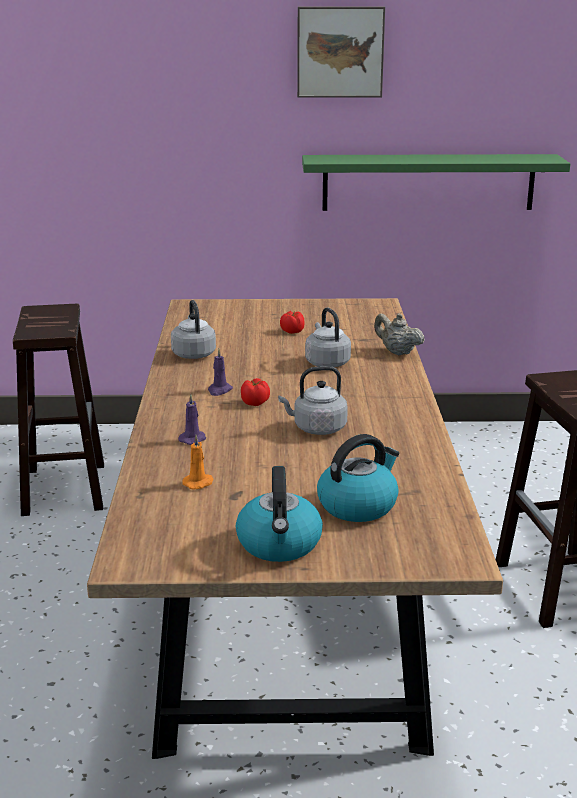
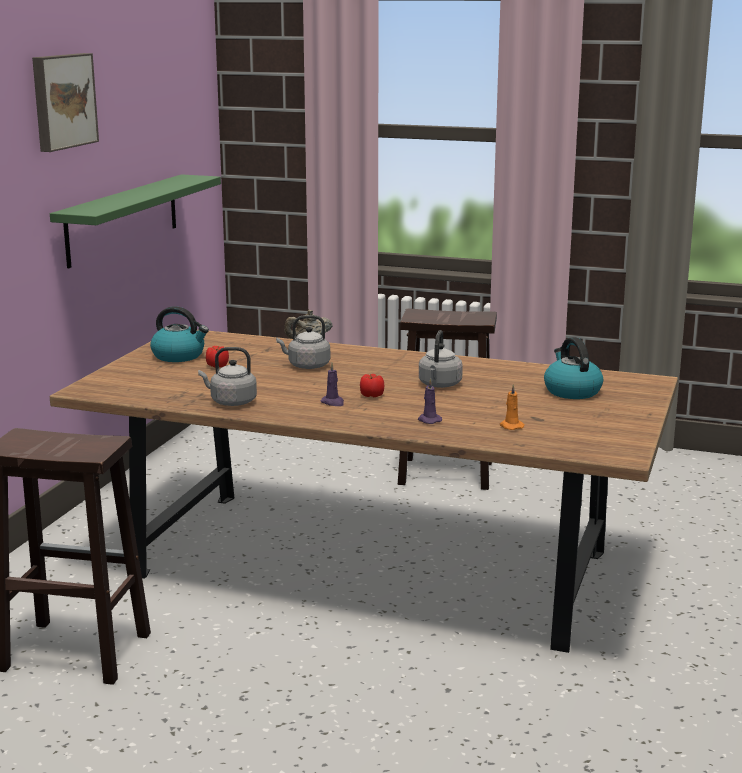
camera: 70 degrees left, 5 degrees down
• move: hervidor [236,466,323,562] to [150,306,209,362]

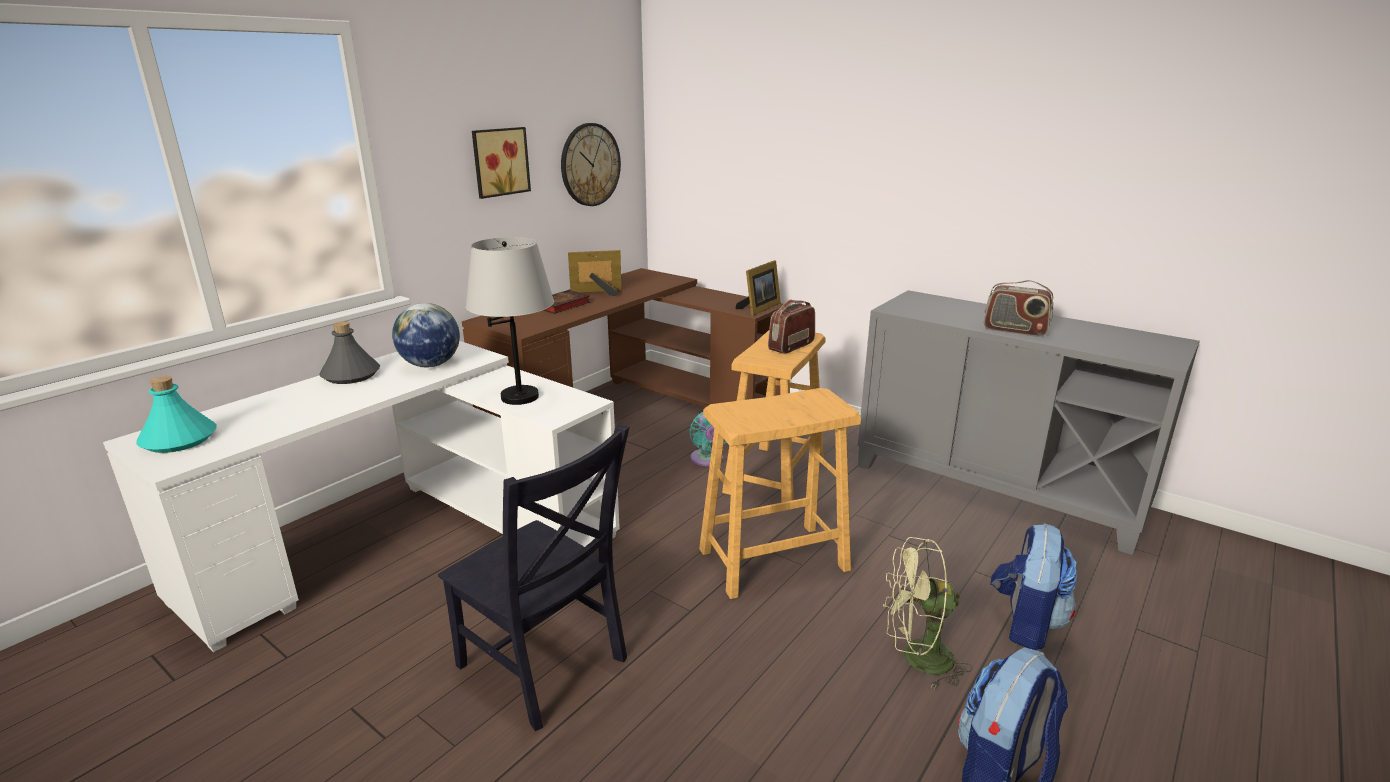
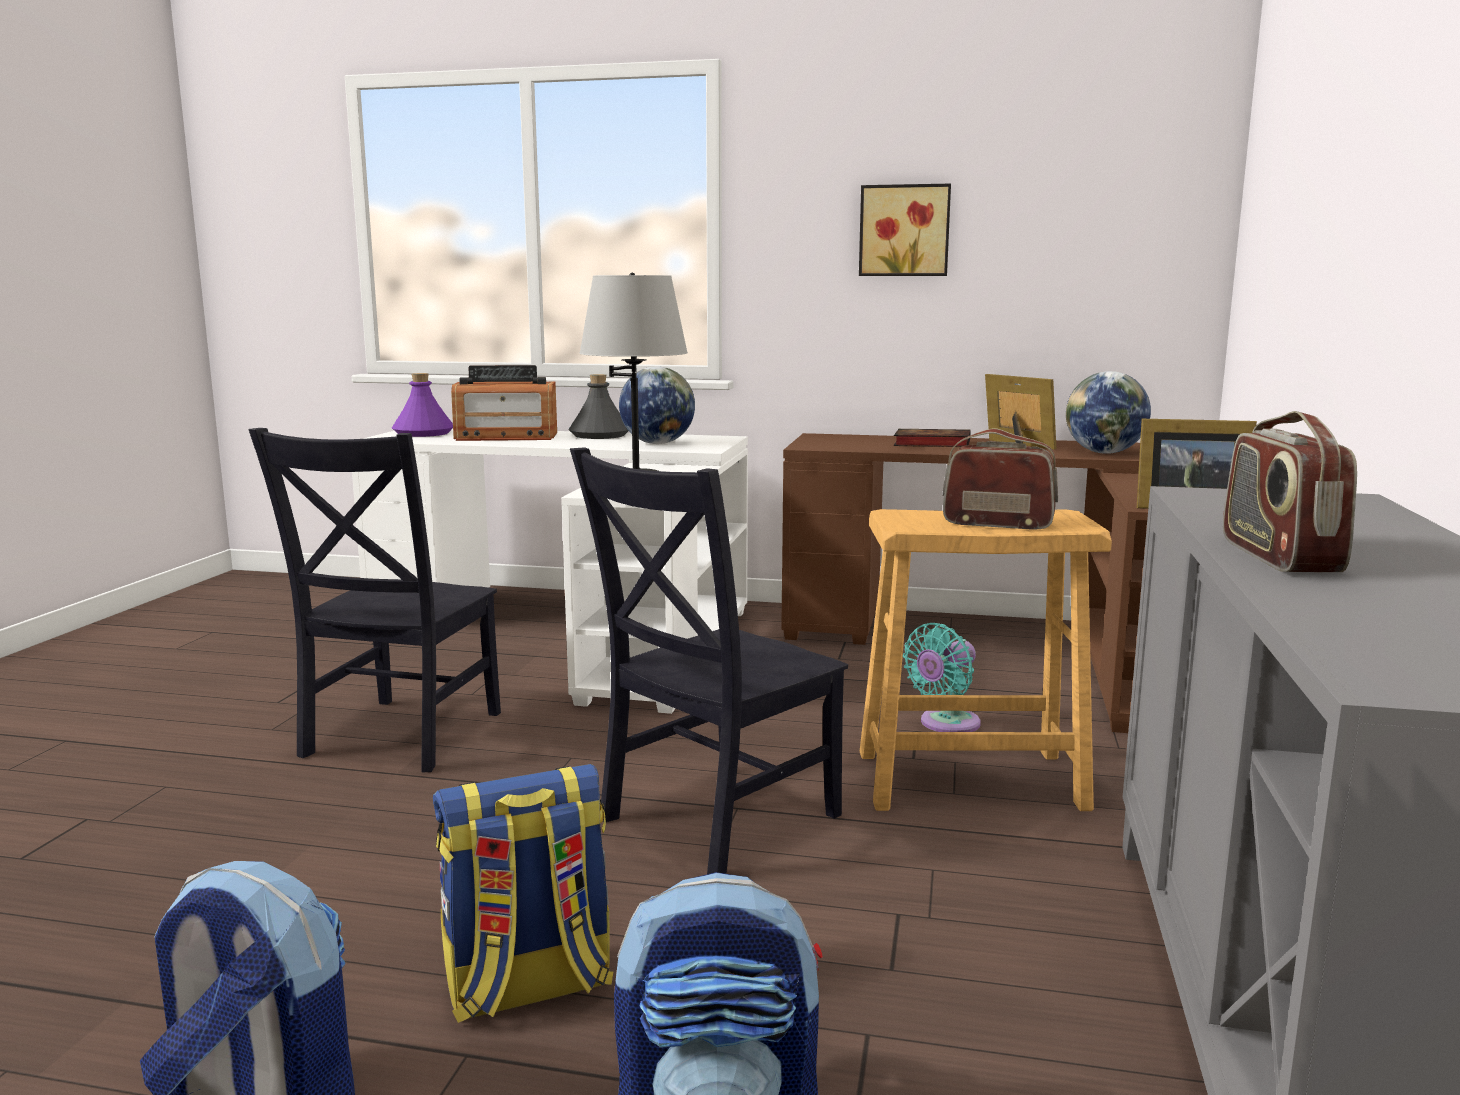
camera: 65 degrees right, 10 degrees down
• delete: reloj de pared [561,123,621,206]
• recolor: botella [turquesa] [136,376,216,453] to botella [morado] [392,373,453,437]
• replace: taburete [beis] [699,388,861,599] to silla [negro] [570,447,848,874]
• replace: ventilador [verde] [883,537,972,690] to mochila [433,764,613,1023]
• insert: radio [451,365,557,441]
• insert: globo terráqueo [1066,371,1151,454]

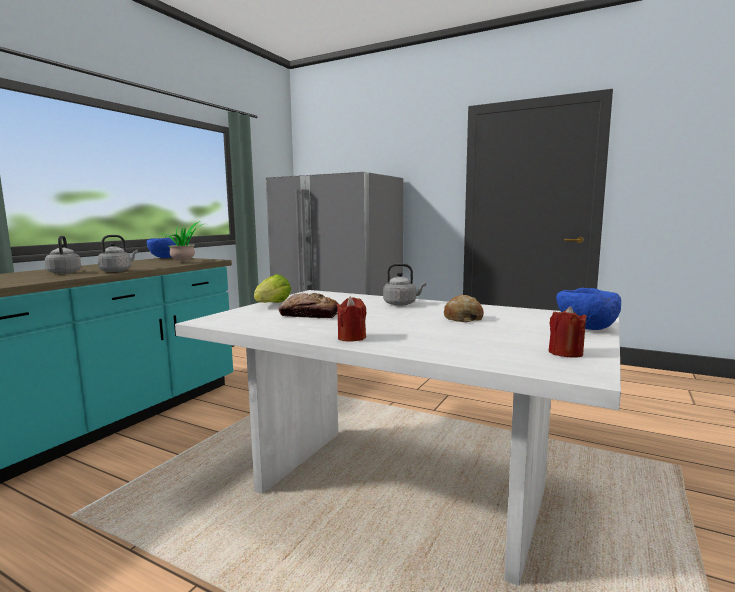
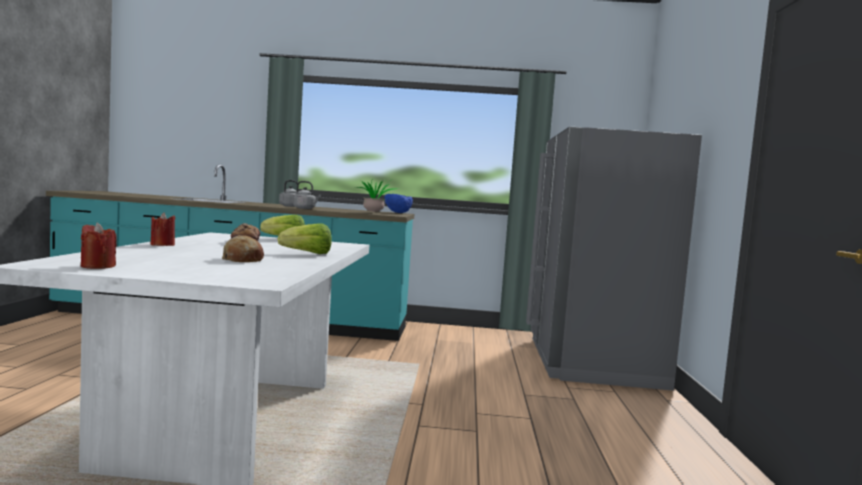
camera: 65 degrees right, 5 degrees down
• replace: hervidor [gris] [383,264,426,306] to lechuga [278,223,332,254]
• delete: cuenco [azul] [556,288,621,330]

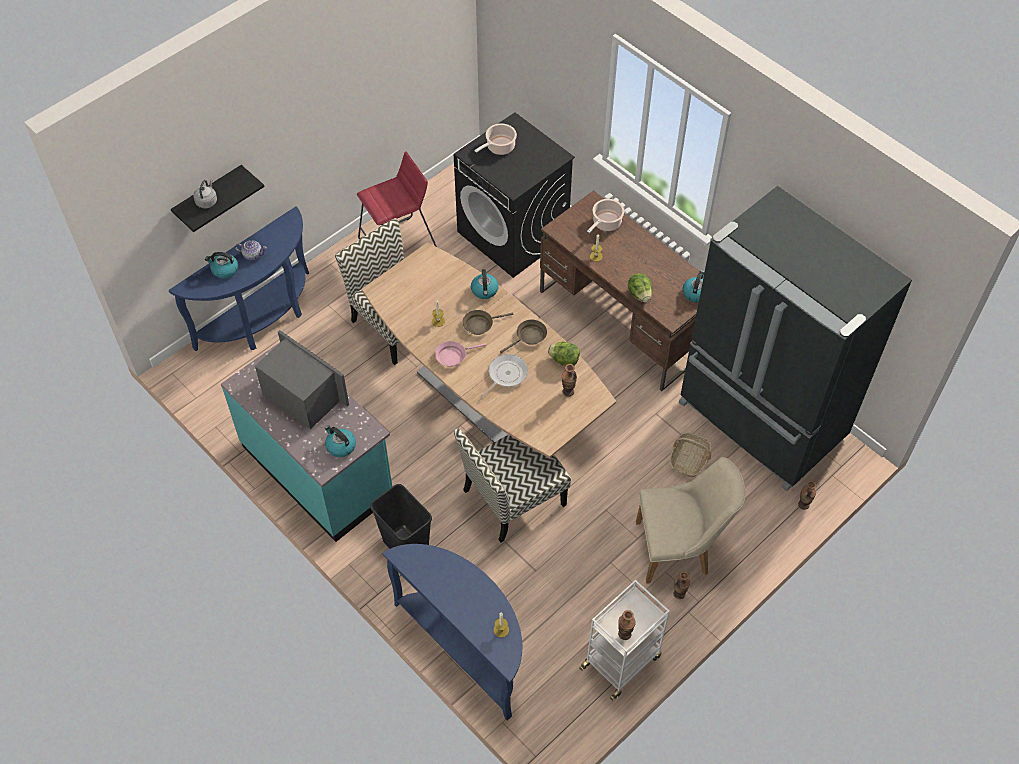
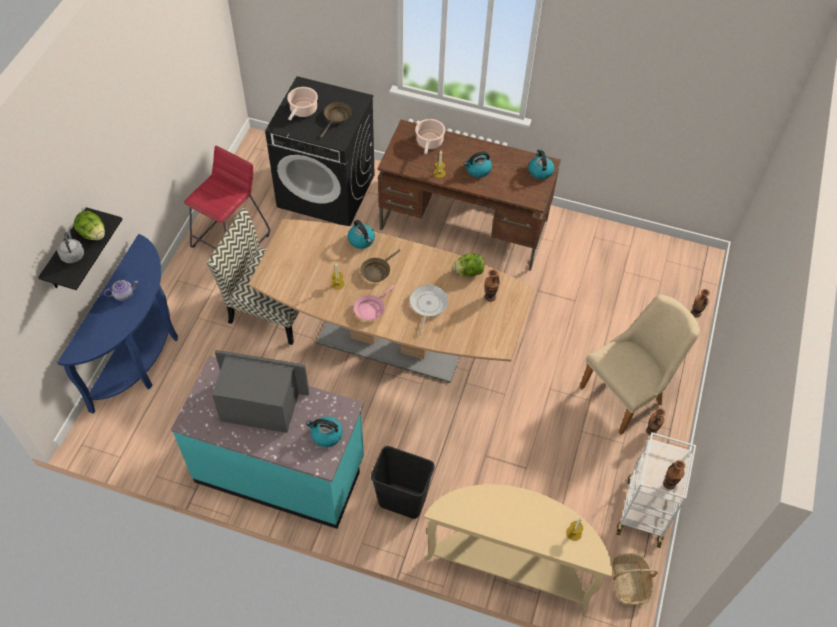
camera: 30 degrees left, 0 degrees up
• delete: nevera [negro] [679,186,912,491]
• move: hervidor [205,252,238,278] to [464,151,492,178]
• move: lechuga [628,273,653,303] to [74,210,105,240]
• move: sartén [marrón] [500,320,547,353] to [320,102,352,138]
• delete: silla [454,428,571,543]
• move: cesta [670,432,712,477] to [611,553,658,605]
• recolor: mesa consola [azul] [382,544,522,720] to mesa consola [beis] [424,484,612,612]

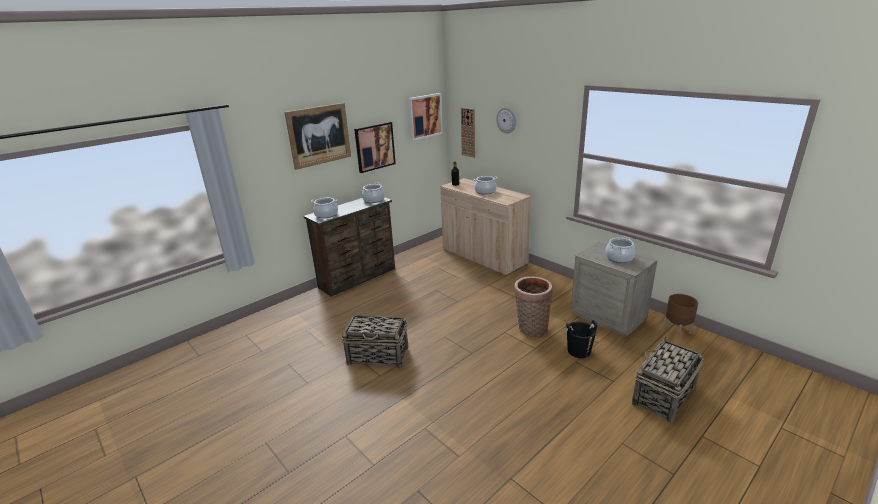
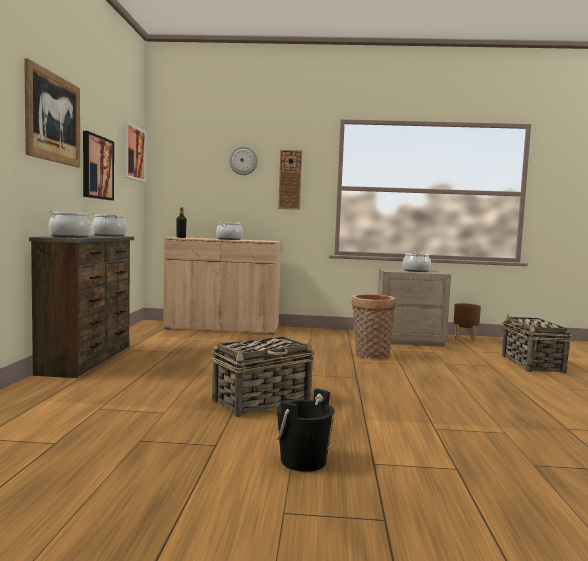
camera: 45 degrees left, 20 degrees down
• move: reloj de pared [461,107,475,158] to [278,150,302,210]
• move: cubo [negro] [565,320,598,358] to [276,388,335,472]

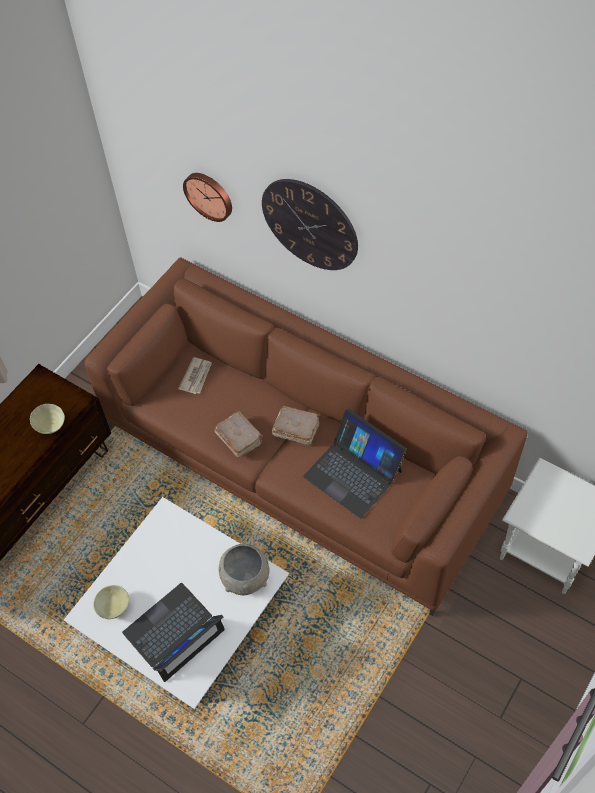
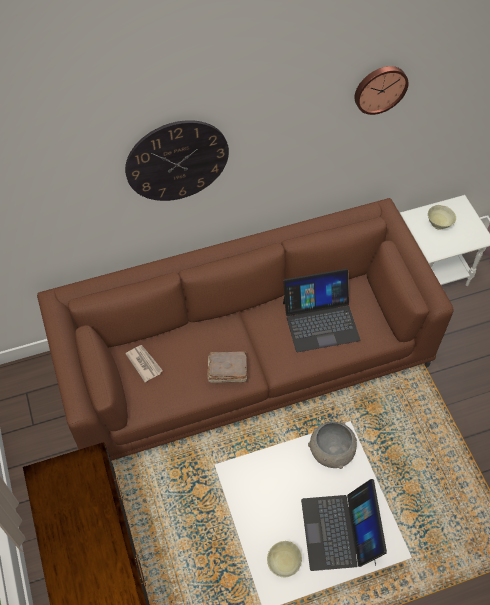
camera: 55 degrees left, 0 degrees up
• move: reloj de pared [183,173,232,222] to [355,66,408,115]
• move: cuenco [beis] [30,404,65,434] to [428,205,456,229]
• delete: libro [marrón] [272,406,320,445]

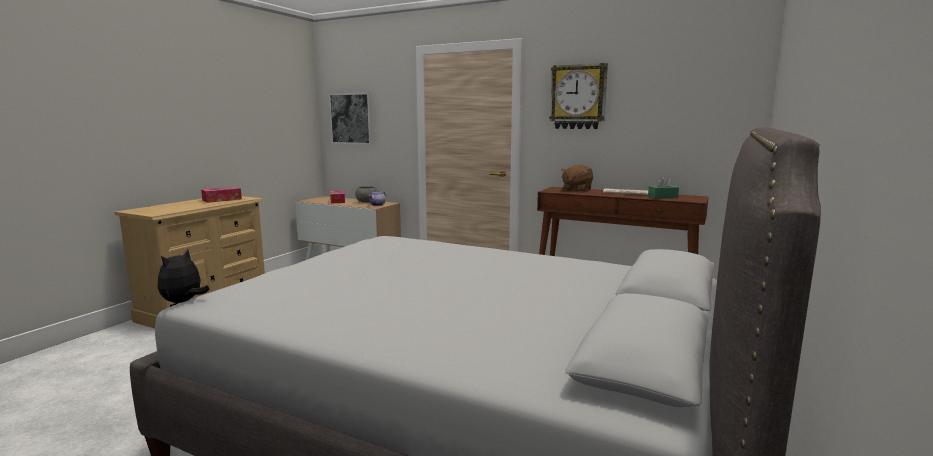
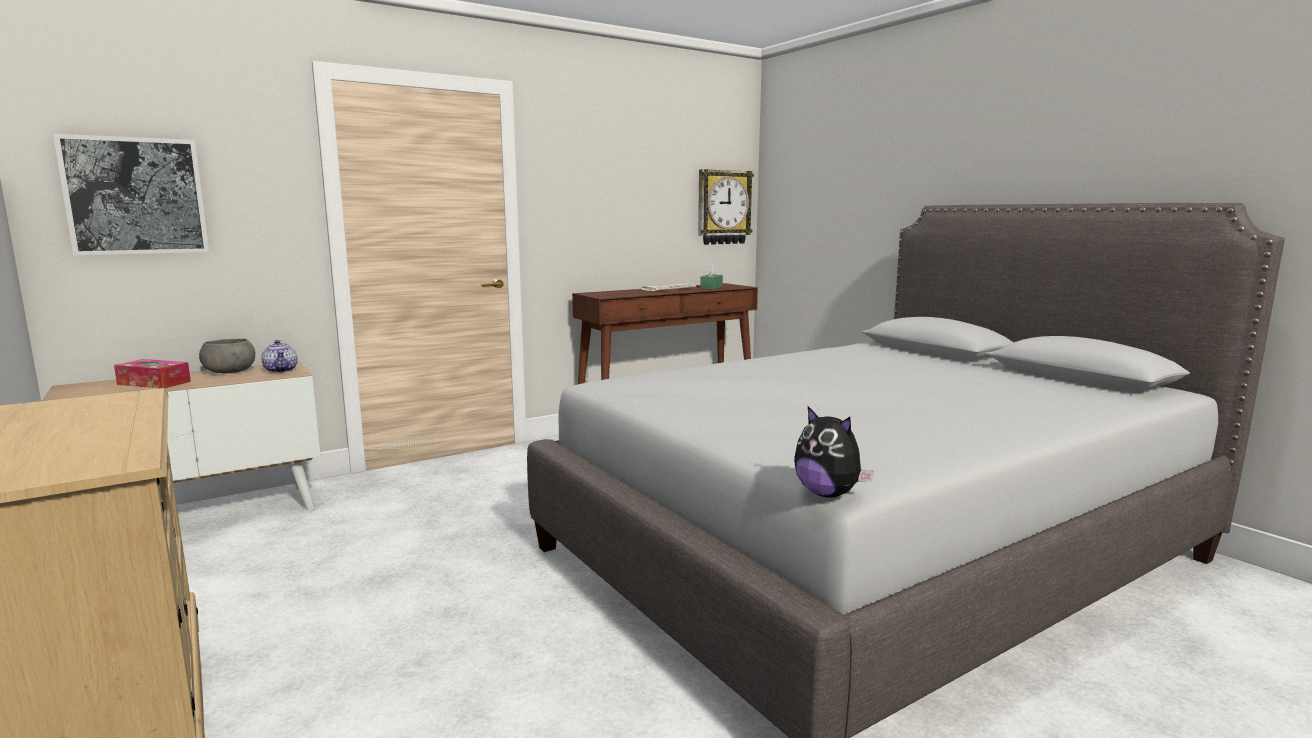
camera: 60 degrees left, 0 degrees up
• move: reloj de pared [549,63,608,129] to [698,169,754,245]
• delete: peluche [marrón] [561,165,593,192]
• delete: caja de pañuelos [201,187,242,203]

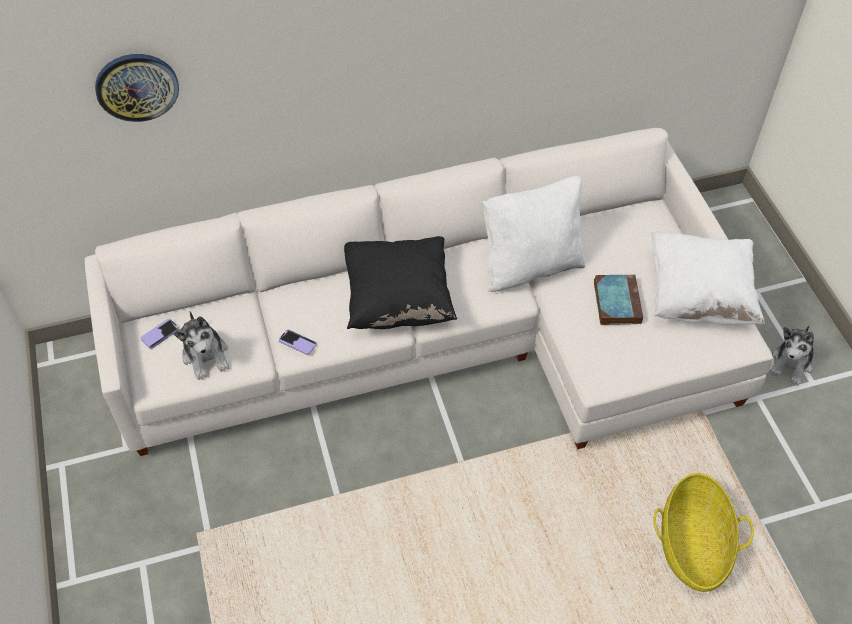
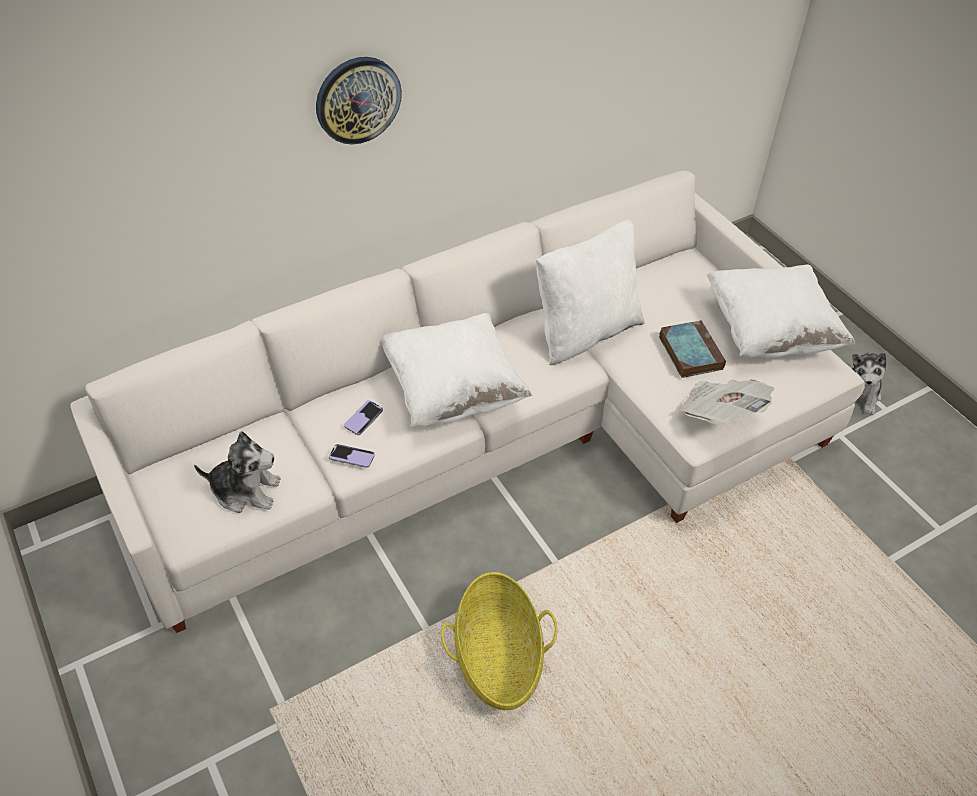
camera: 15 degrees left, 5 degrees down
• move: reloj de pared [95,54,179,122] to [316,57,402,144]
• recolor: cojín [negro] [344,236,457,329] to cojín [blanco] [382,313,533,428]
• rotate: peluche [173,311,229,380] = [194,431,281,513] 45 degrees counterclockwise
• move: móvil [141,318,179,349] to [344,400,383,435]
• move: cesta [654,473,754,592] to [441,572,557,710]
• insert: periódico [678,380,774,424]

